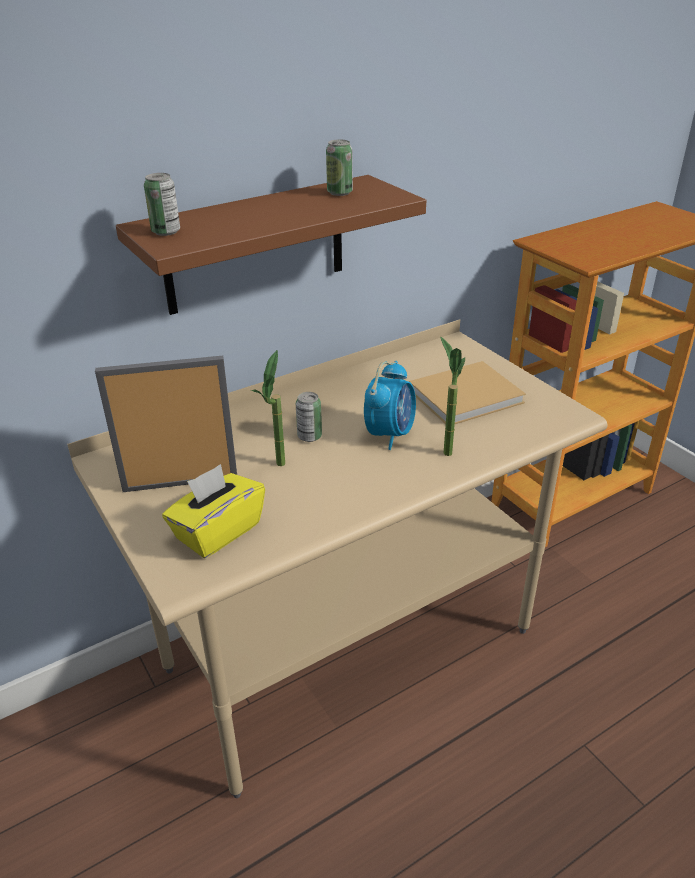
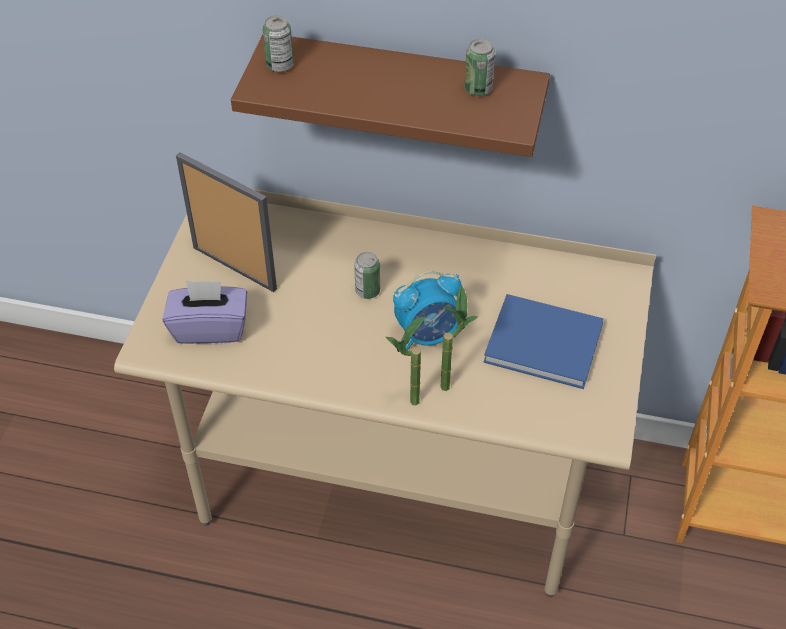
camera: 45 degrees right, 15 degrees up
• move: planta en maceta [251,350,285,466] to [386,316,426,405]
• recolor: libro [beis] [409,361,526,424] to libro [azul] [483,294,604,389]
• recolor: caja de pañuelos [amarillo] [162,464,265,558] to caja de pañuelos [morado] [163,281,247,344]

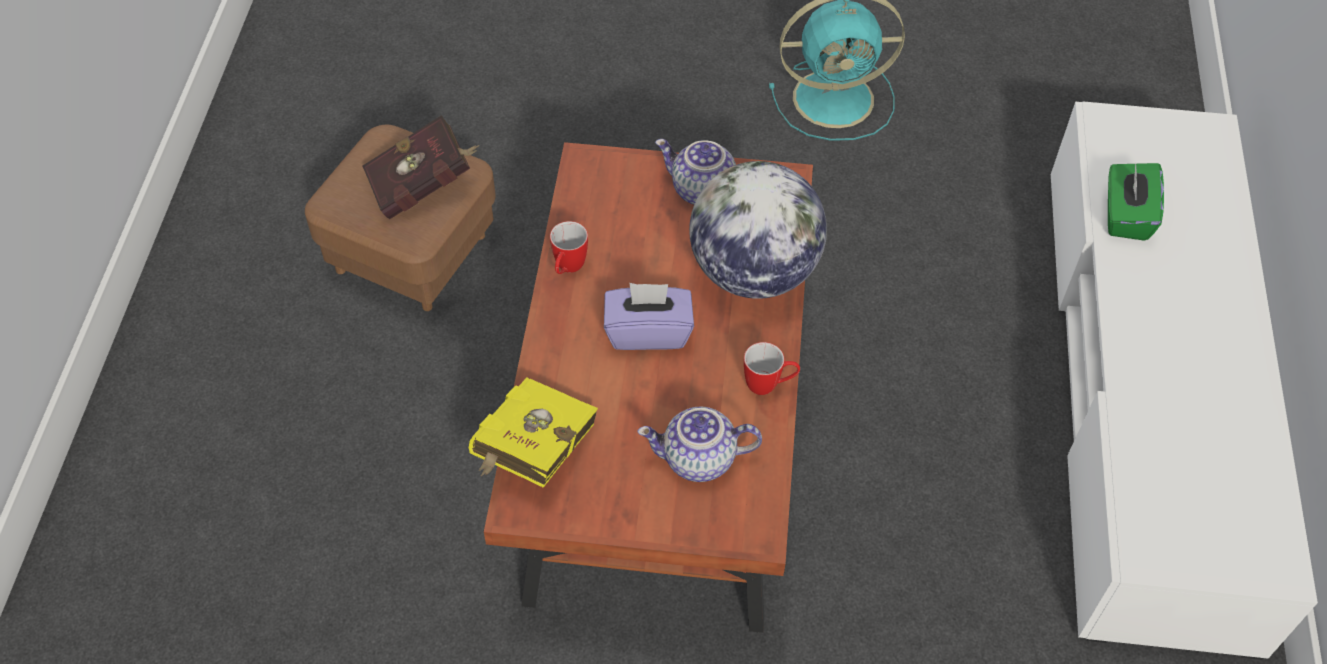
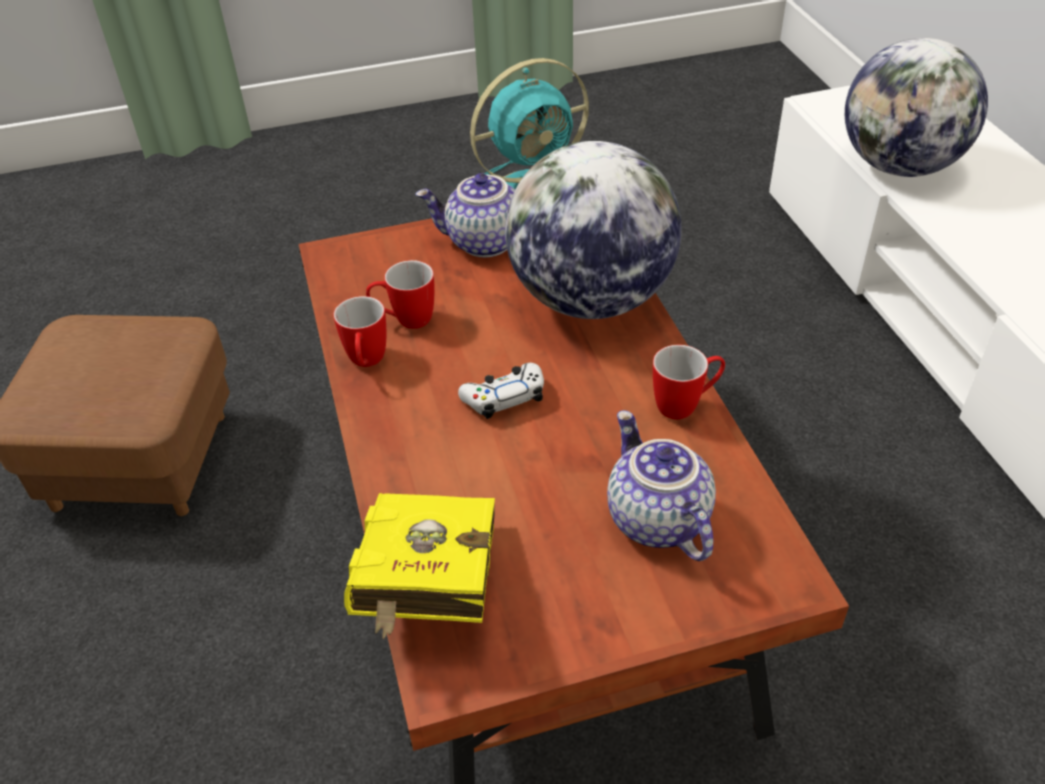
camera: 20 degrees left, 10 degrees down
• delete: libro [rojo] [362,115,479,220]
• replace: caja de pañuelos [verde] [1108,163,1164,241] to globo terráqueo [845,38,988,177]
• replace: caja de pañuelos [morado] [604,283,694,350] to mando de consola [blanco] [458,363,544,419]
• rotate: tetera [637,407,762,482] = [607,410,716,561] 90 degrees clockwise
• insert: taza grande [366,260,434,329]

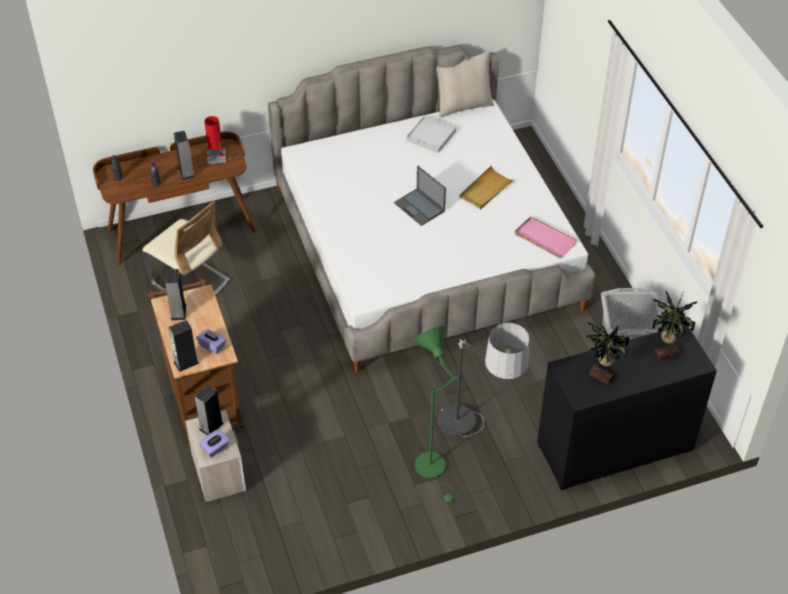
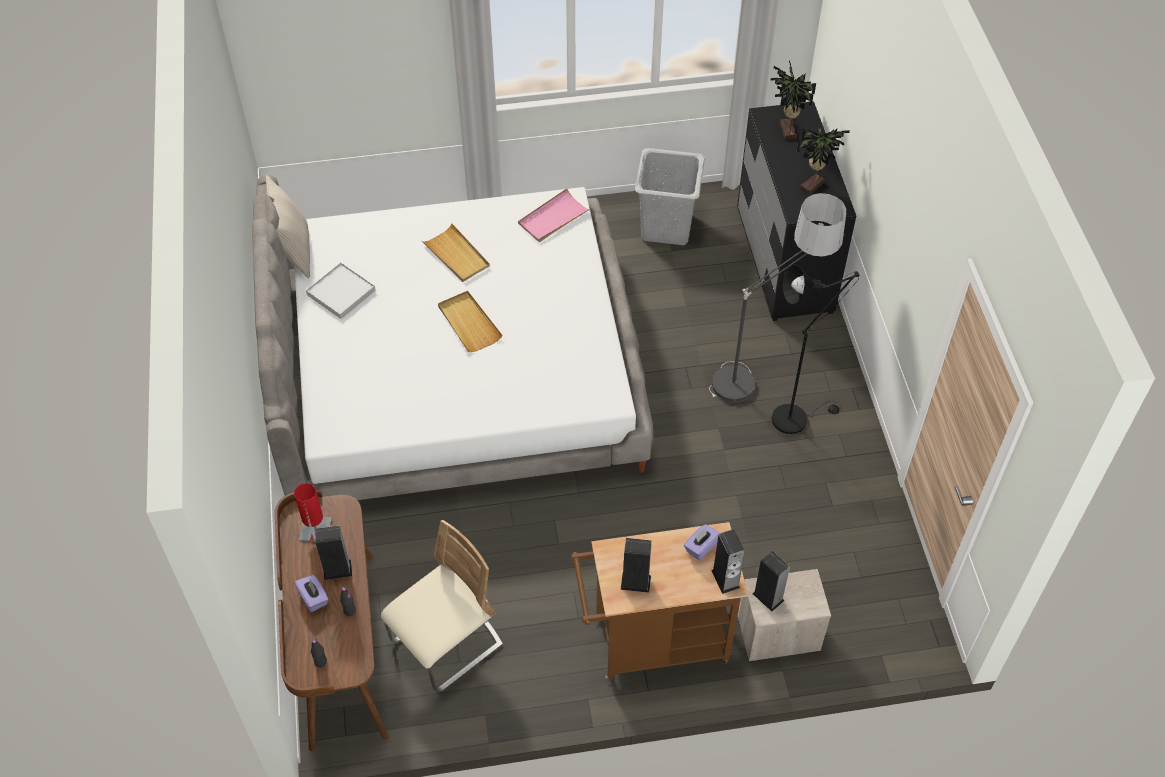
camera: 80 degrees left, 5 degrees up
• replace: portátil [394,166,446,226] to bandeja [beis] [438,291,503,352]
• recolor: lámpara de pie [verde] [414,326,458,503] to lámpara de pie [negro] [772,265,860,434]
• move: caja de pañuelos [morado] [199,429,229,457] to [294,575,328,612]

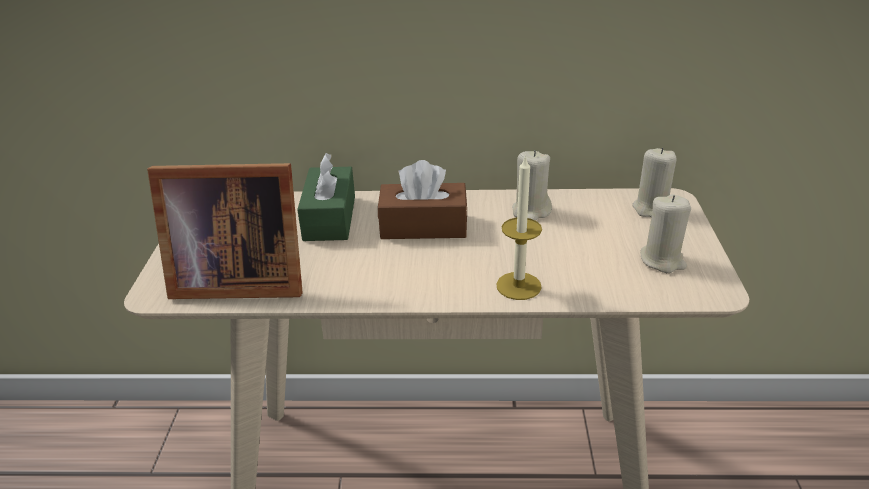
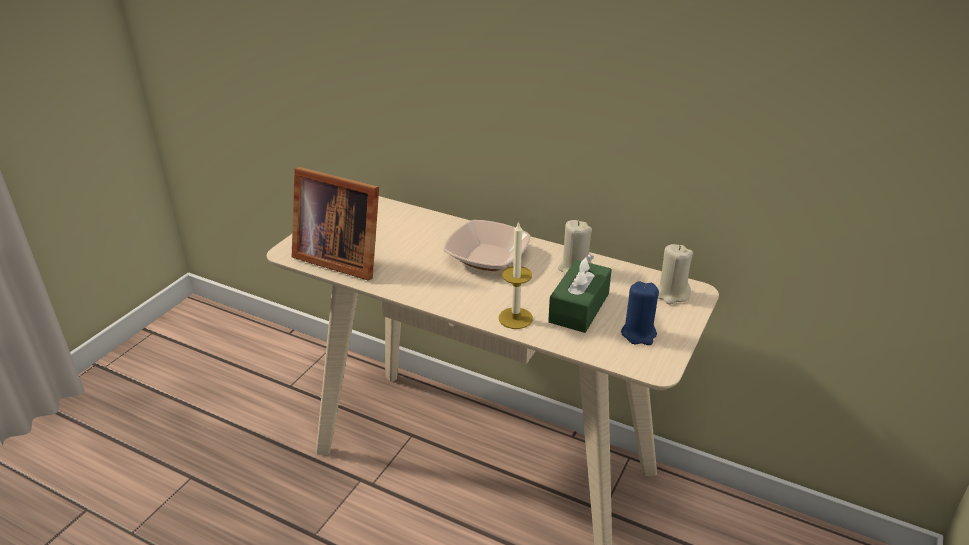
camera: 25 degrees right, 0 degrees up
• move: caja de pañuelos [verde] [297,153,355,241] to [548,254,612,333]
• replace: caja de pañuelos [marrón] [378,160,468,239] to cuenco [443,220,530,271]
• recolor: vela [beis] [640,194,691,273] to vela [azul] [621,281,659,345]

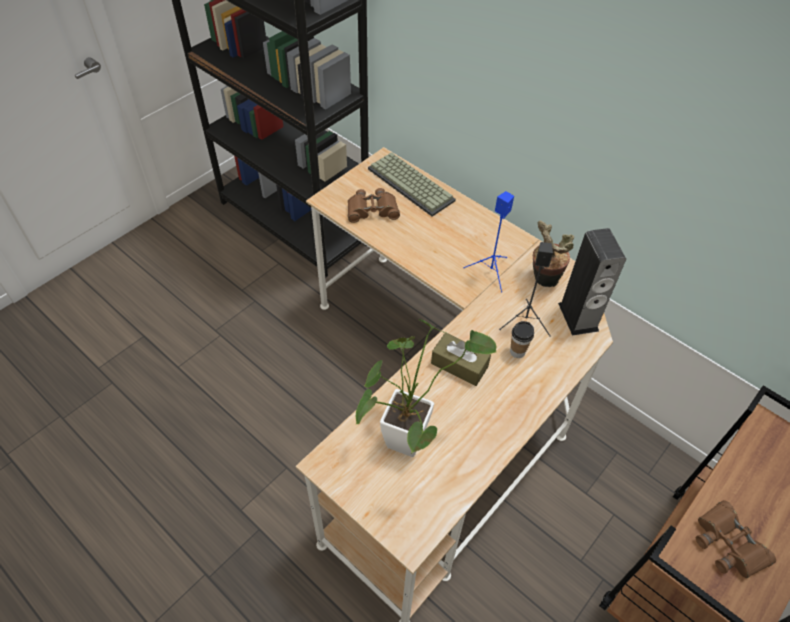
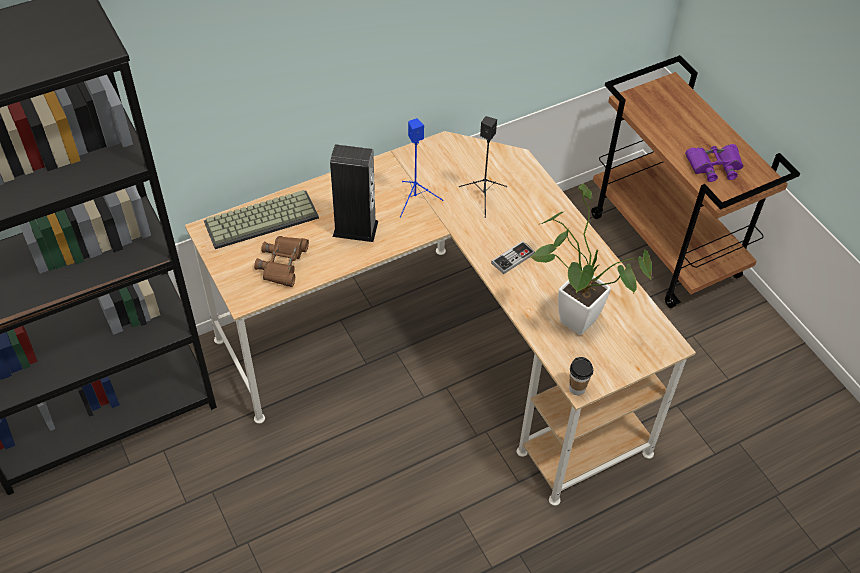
camera: 70 degrees left, 0 degrees up
• delete: planta en maceta [533,221,574,287]
• move: altavoz [558,228,626,336] to [330,144,378,242]
• move: taza [510,321,534,358] to [569,357,593,395]
• replace: caja de pañuelos [marrón] [431,333,491,386] to mando de consola [491,241,535,274]
• recolor: prismáticos [marrón] [696,500,776,578] to prismáticos [morado] [685,144,743,182]

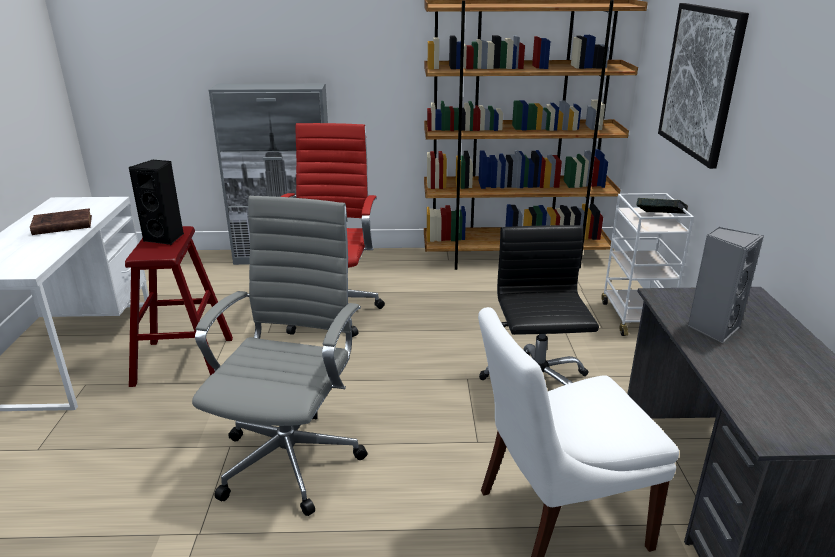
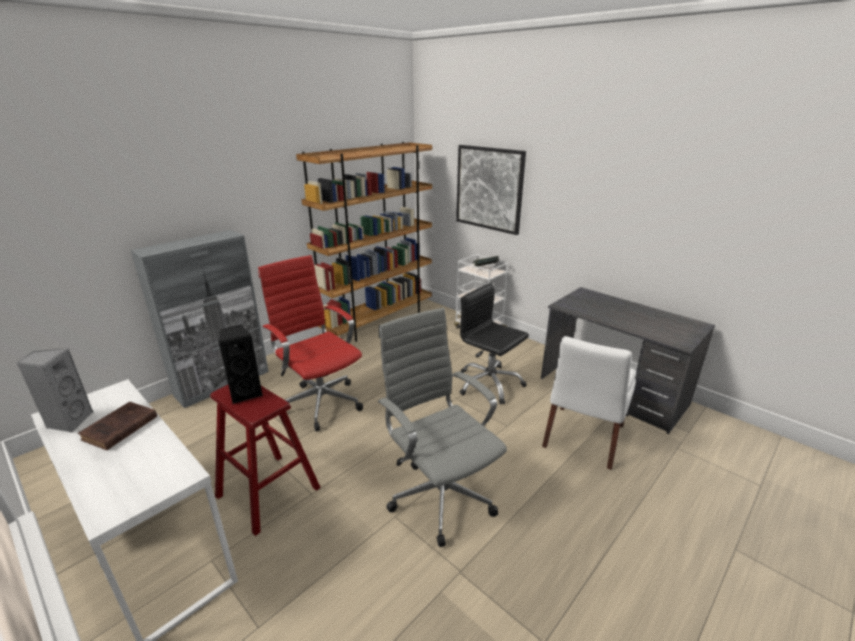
camera: 45 degrees left, 0 degrees up
• move: altavoz [gris] [688,227,764,343] to [16,348,94,433]

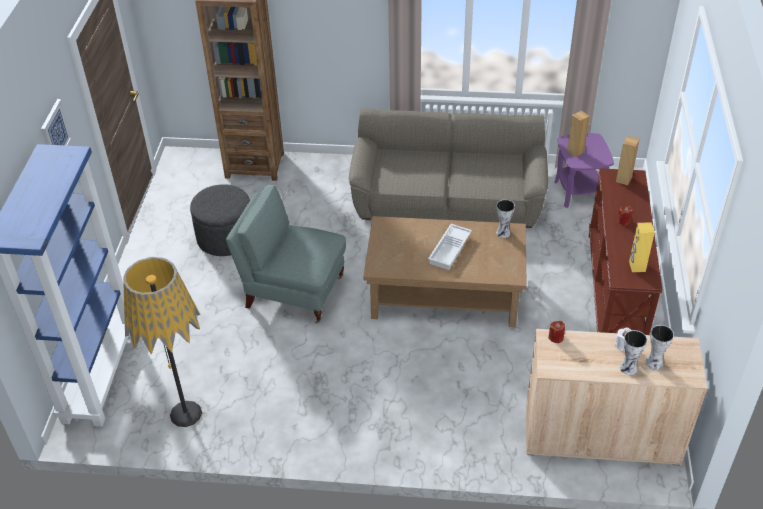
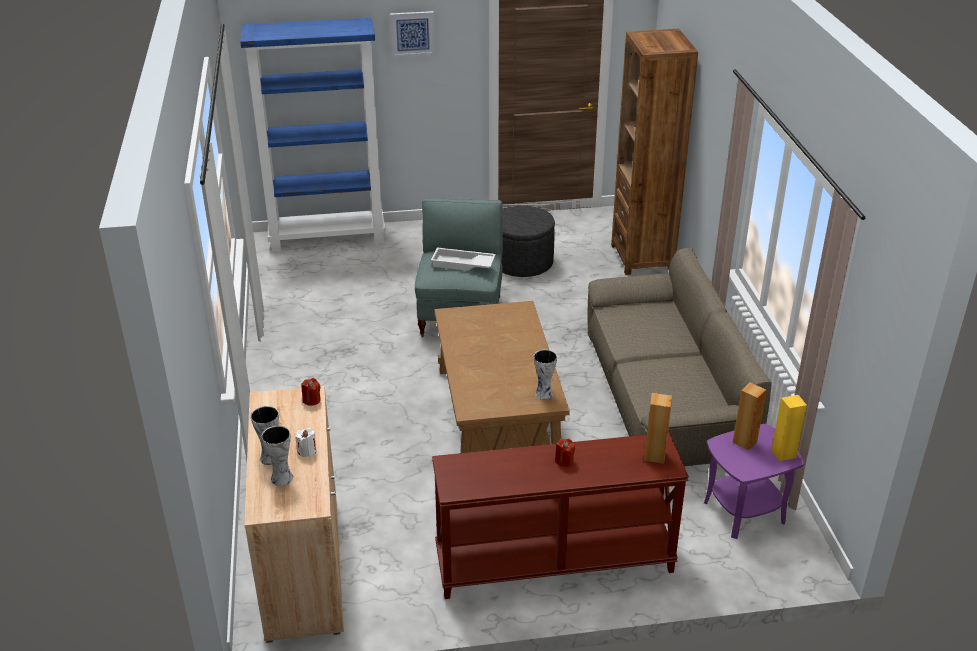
camera: 75 degrees right, 10 degrees down
• move: altavoz [amarillo] [629,222,655,272] to [771,395,807,461]
• move: bandeja [blanco] [428,224,472,270] to [431,248,496,271]
• delete: lámpara de pie [123,257,202,427]

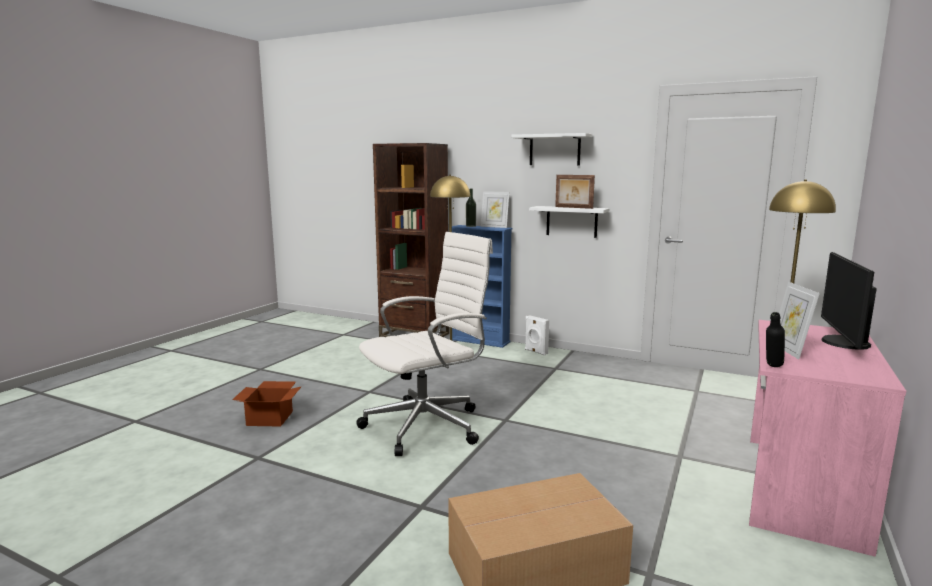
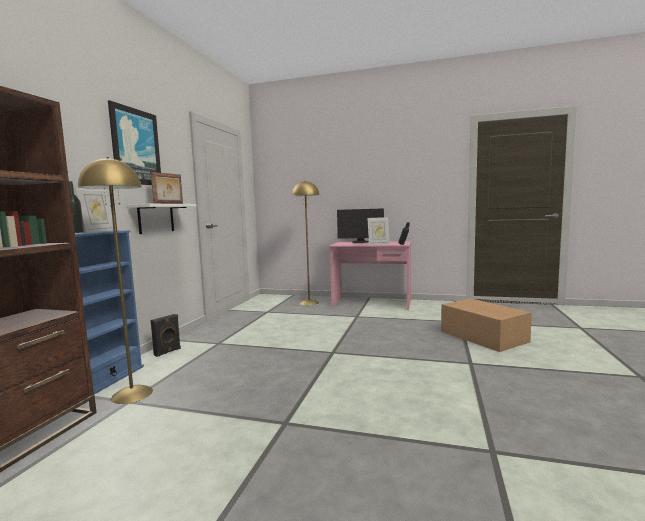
camera: 100 degrees left, 5 degrees down
• replace: estante [blanco] [511,133,592,165] to cuadro [108,100,161,185]
• delete: silla de oficina [blanco] [356,232,493,456]
• recolor: altavoz [blanco] [525,315,549,356] to altavoz [negro] [151,314,181,357]
• delete: caja de cartón [232,381,302,427]

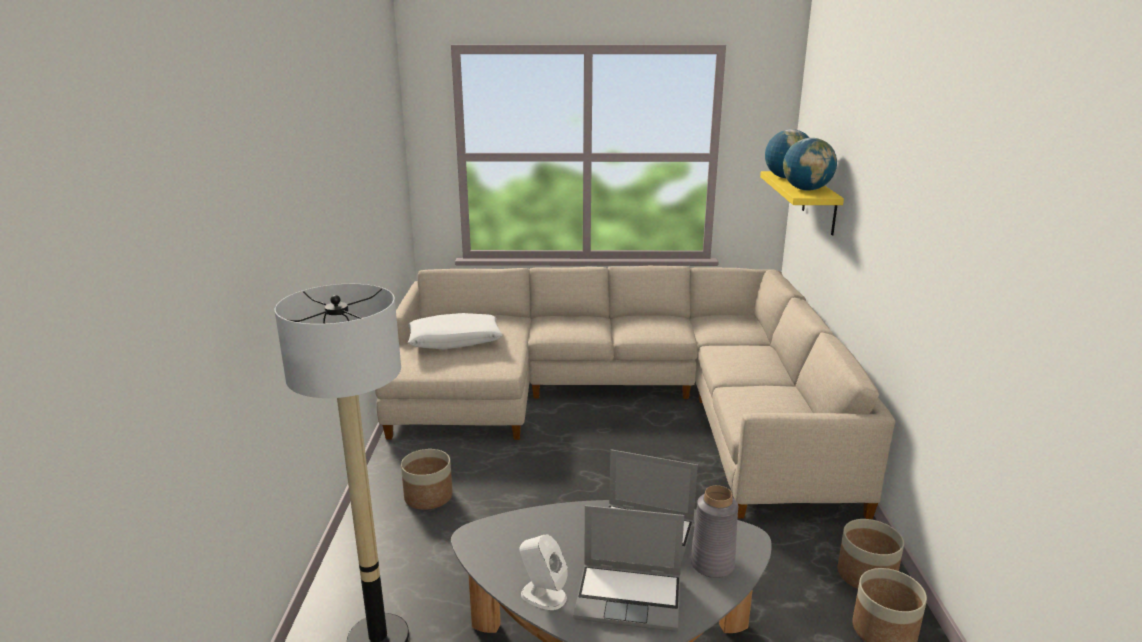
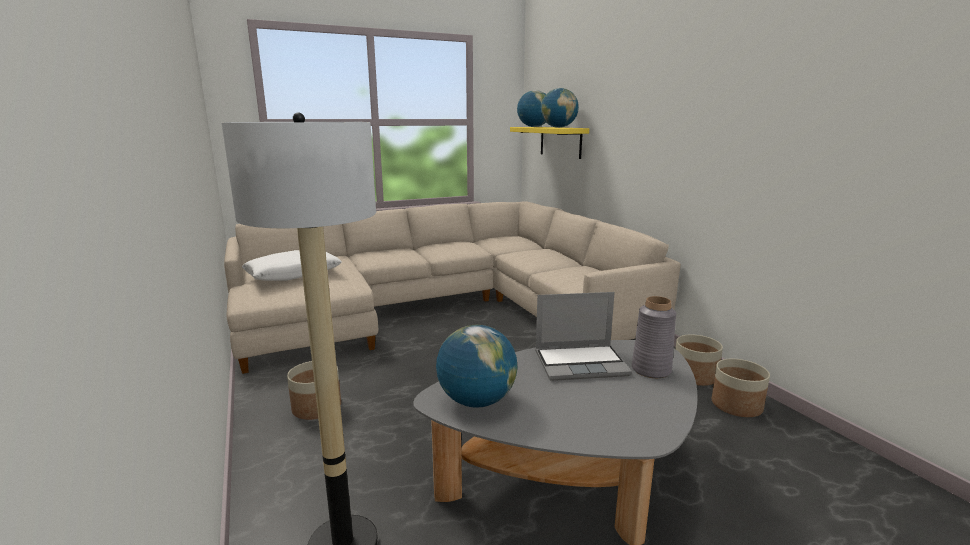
camera: 25 degrees left, 5 degrees down
• delete: portátil [573,505,684,632]
• delete: altavoz [blanco] [520,534,568,610]
• insert: globo terráqueo [436,325,517,408]

